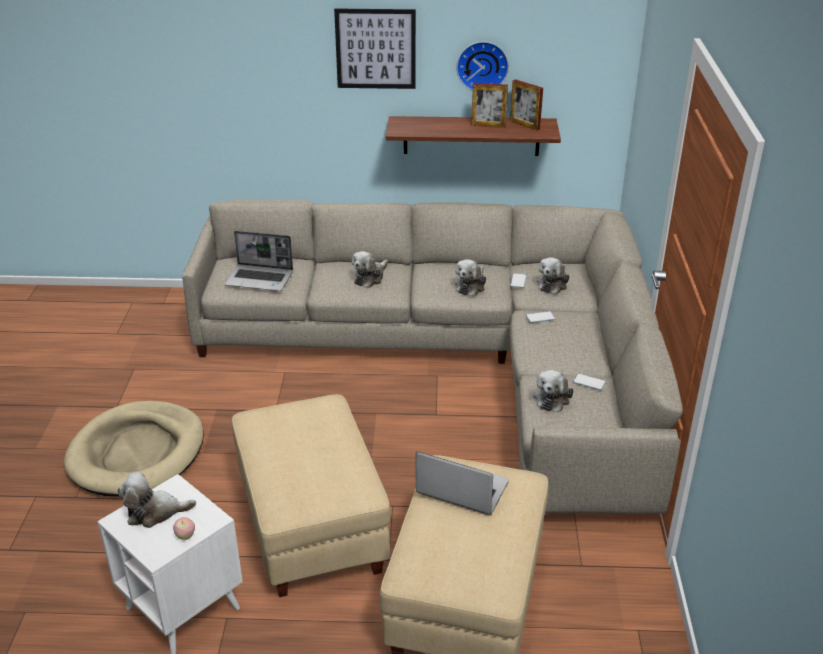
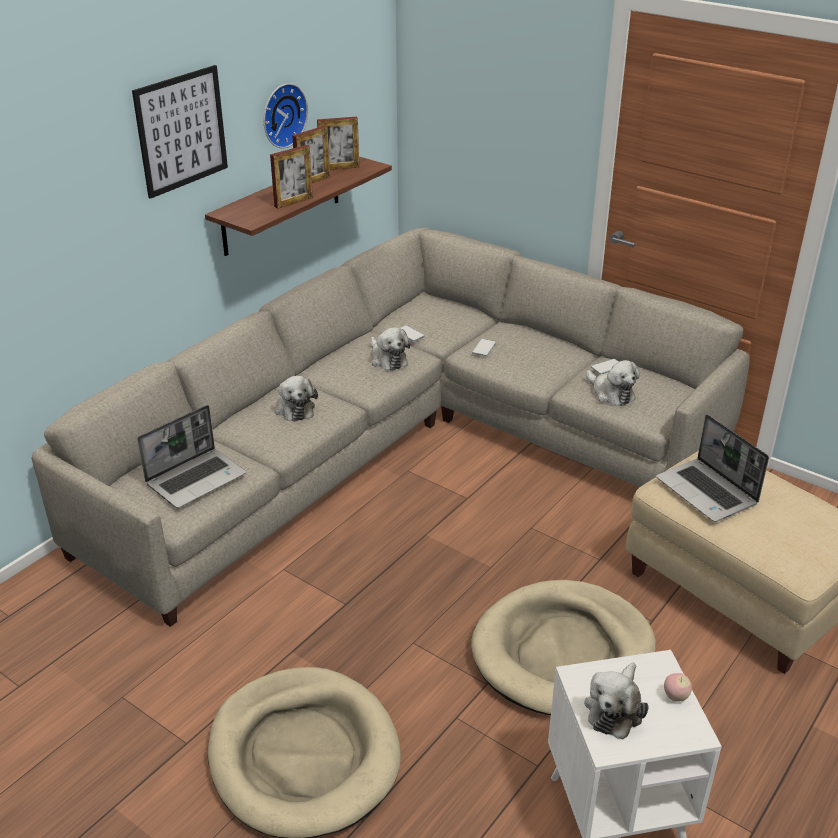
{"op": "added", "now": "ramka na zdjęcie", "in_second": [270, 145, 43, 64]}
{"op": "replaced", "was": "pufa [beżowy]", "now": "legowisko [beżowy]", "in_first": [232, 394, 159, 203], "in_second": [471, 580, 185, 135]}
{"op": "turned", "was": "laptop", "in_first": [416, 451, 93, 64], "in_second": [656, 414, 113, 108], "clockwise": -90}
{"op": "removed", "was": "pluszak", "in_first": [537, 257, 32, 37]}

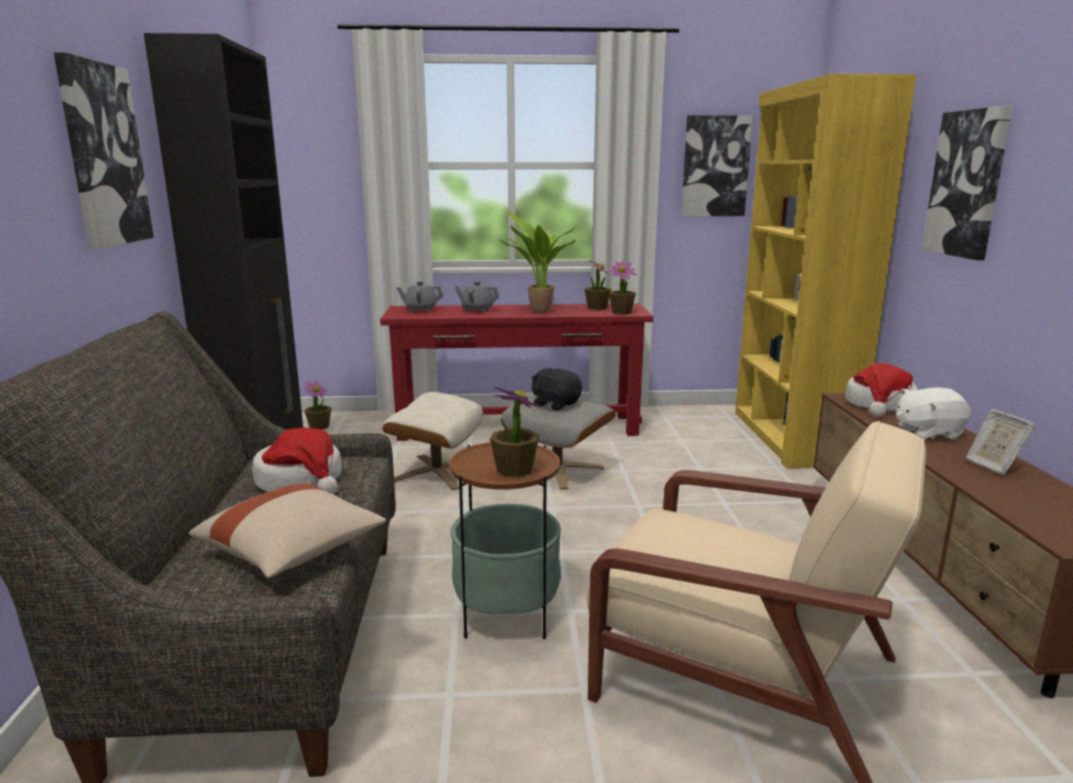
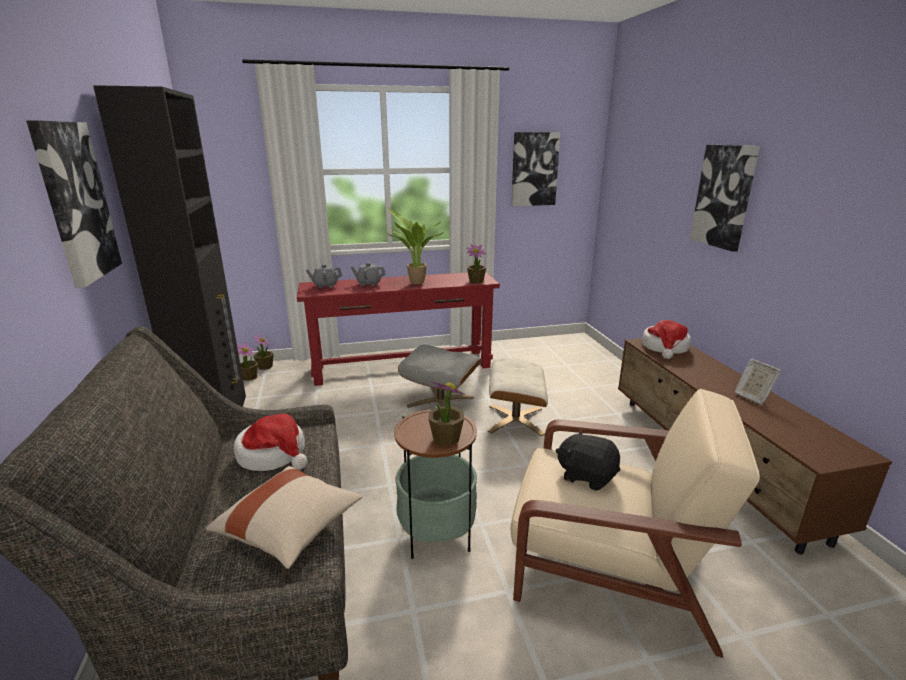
{"op": "moved", "was": "roślina doniczkowa", "in_first": [584, 259, 27, 51], "in_second": [253, 334, 21, 36]}
{"op": "moved", "was": "pufa [beżowy]", "in_first": [382, 392, 101, 98], "in_second": [487, 357, 61, 79]}
{"op": "moved", "was": "pluszak [czarny]", "in_first": [531, 368, 51, 42], "in_second": [555, 430, 65, 61]}
{"op": "removed", "was": "regał [żółty]", "in_first": [735, 74, 182, 394]}
{"op": "removed", "was": "pluszak [biały]", "in_first": [896, 387, 75, 54]}

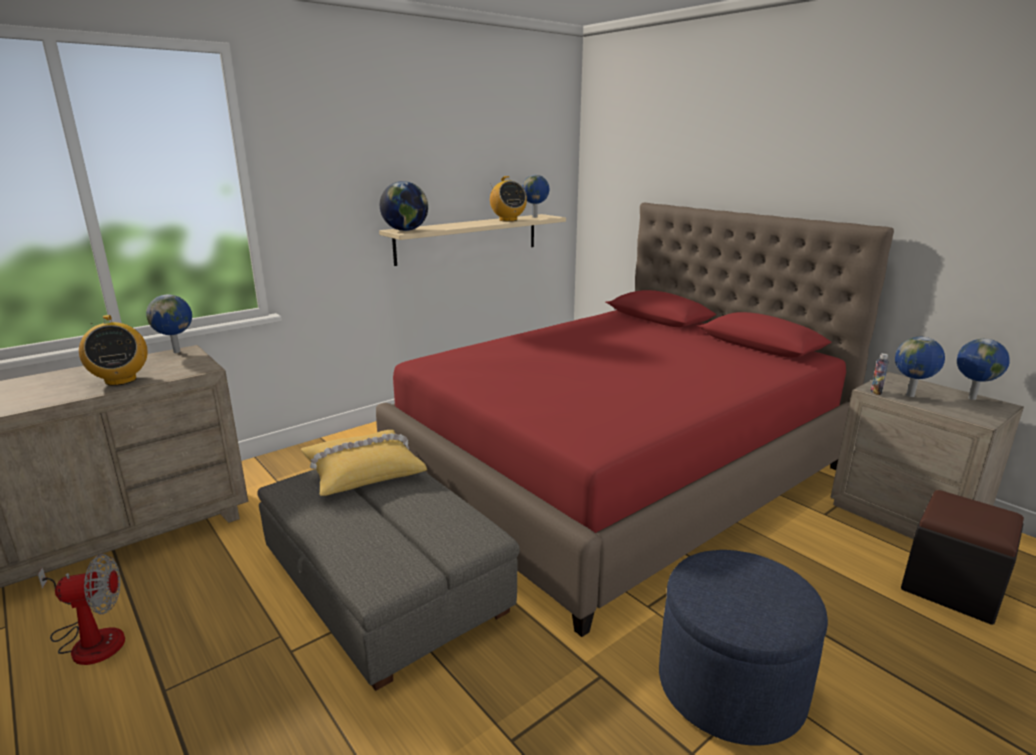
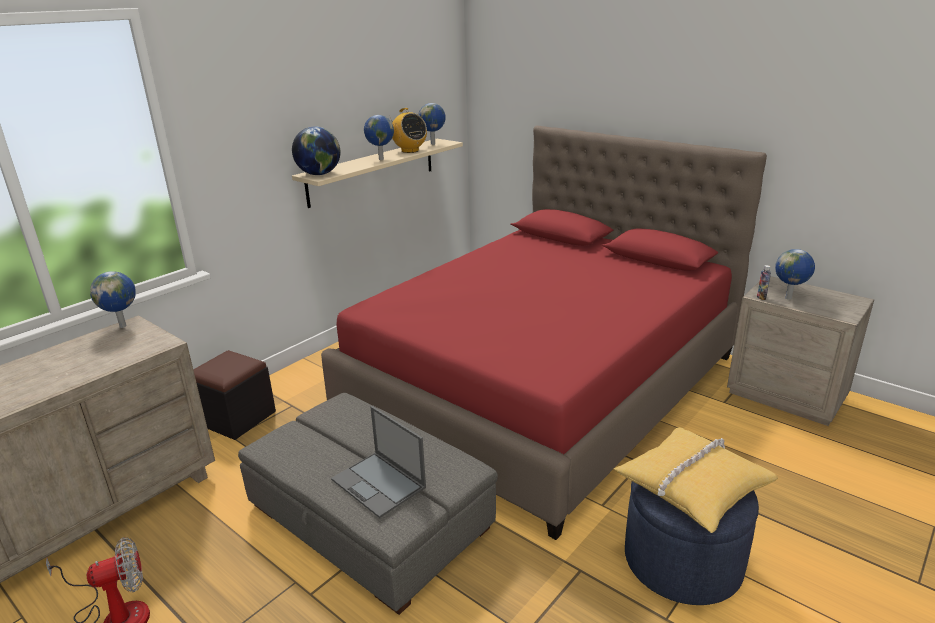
{"op": "moved", "was": "pufa [czarny]", "in_first": [901, 490, 123, 135], "in_second": [193, 350, 83, 90]}
{"op": "added", "now": "laptop", "in_second": [331, 406, 95, 112]}
{"op": "moved", "was": "globus", "in_first": [957, 339, 53, 61], "in_second": [364, 115, 30, 45]}
{"op": "moved", "was": "poduszka [żółty]", "in_first": [301, 430, 126, 66], "in_second": [614, 427, 164, 106]}
{"op": "removed", "was": "radio", "in_first": [79, 315, 69, 71]}

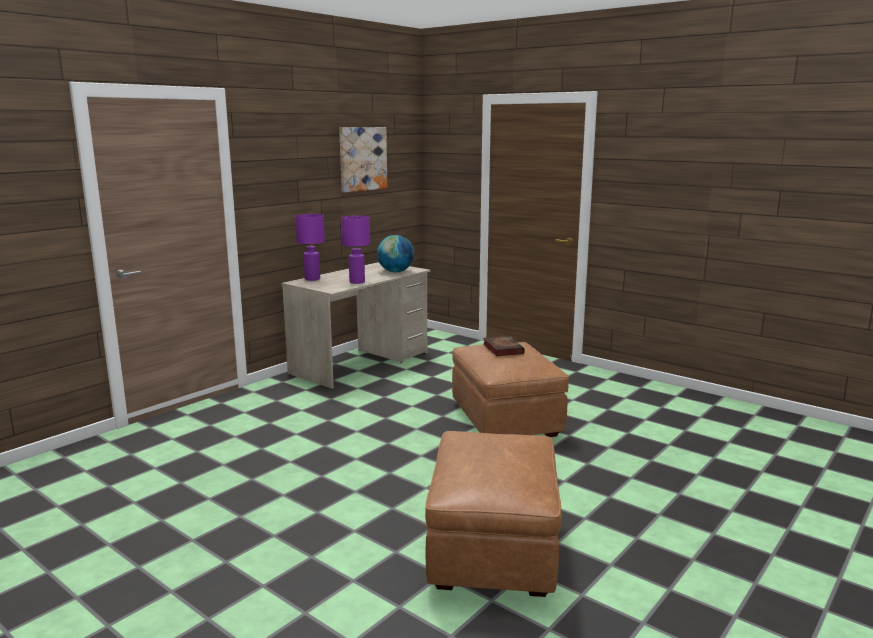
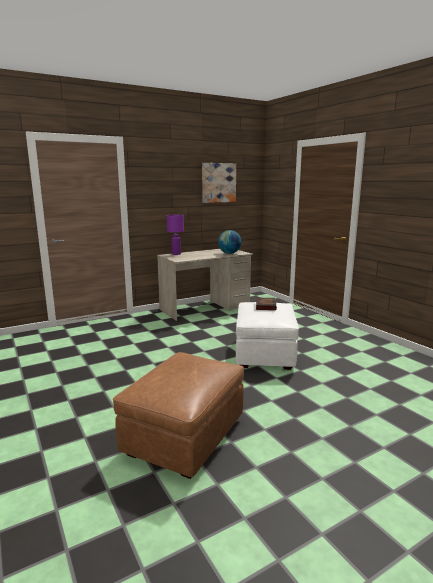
{"op": "recoloured", "was": "pufa [brązowy]", "now": "pufa [biały]", "in_first": [452, 342, 117, 95], "in_second": [236, 302, 63, 68]}
{"op": "removed", "was": "lampa stołowa [fioletowy]", "in_first": [341, 215, 29, 69]}

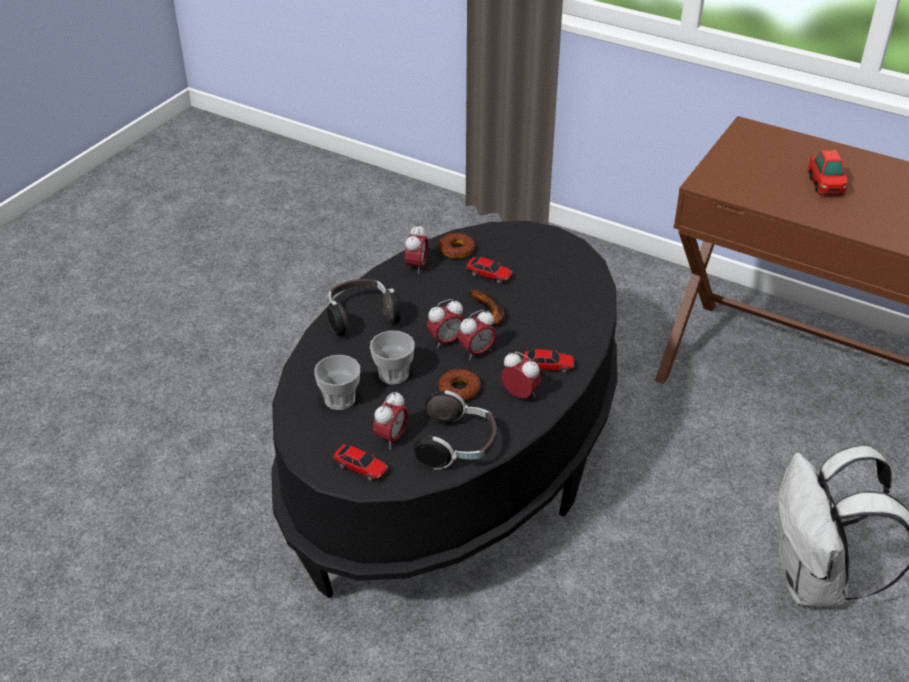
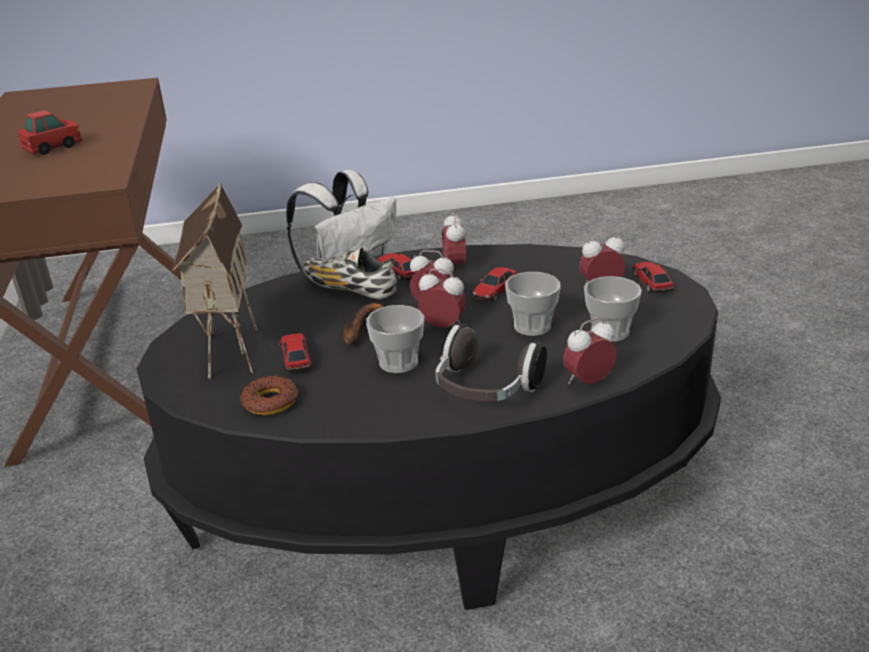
{"op": "added", "now": "domek", "in_second": [172, 182, 86, 197]}
{"op": "added", "now": "but", "in_second": [302, 248, 95, 51]}
{"op": "added", "now": "filiżanka", "in_second": [366, 305, 58, 68]}
{"op": "replaced", "was": "donut", "now": "samochodzik", "in_first": [438, 369, 43, 32], "in_second": [472, 267, 45, 35]}
{"op": "moved", "was": "budzik", "in_first": [405, 224, 23, 50], "in_second": [563, 318, 54, 66]}
{"op": "removed", "was": "słuchawki", "in_first": [414, 390, 83, 80]}

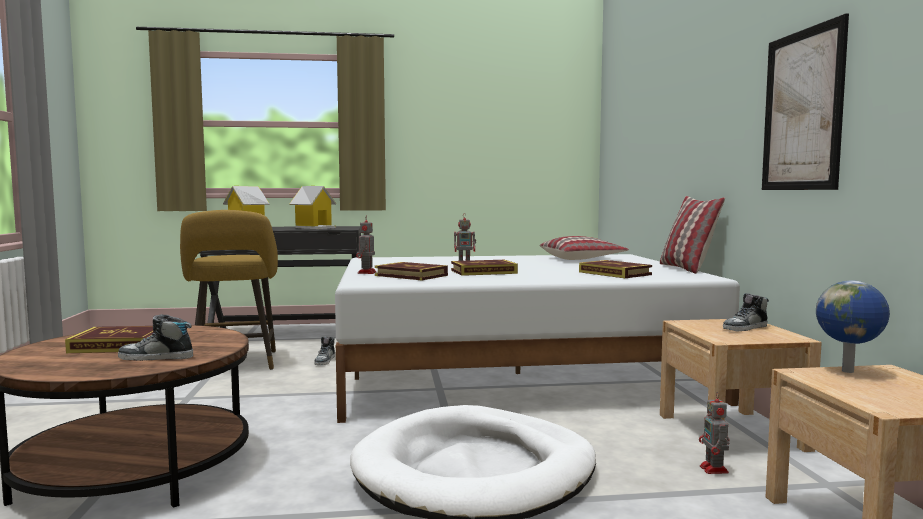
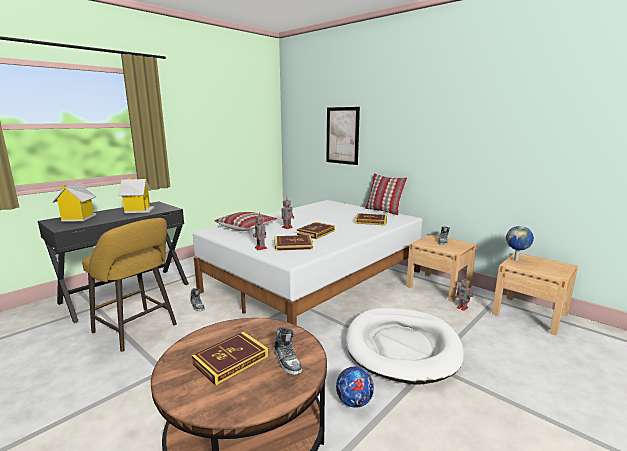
{"op": "moved", "was": "poduszka", "in_first": [540, 236, 89, 24], "in_second": [214, 212, 63, 19]}
{"op": "turned", "was": "but", "in_first": [118, 314, 75, 47], "in_second": [274, 327, 28, 48], "clockwise": -75}
{"op": "moved", "was": "obraz", "in_first": [762, 13, 87, 177], "in_second": [326, 107, 34, 58]}
{"op": "added", "now": "piłka futbolowa", "in_second": [336, 367, 38, 41]}

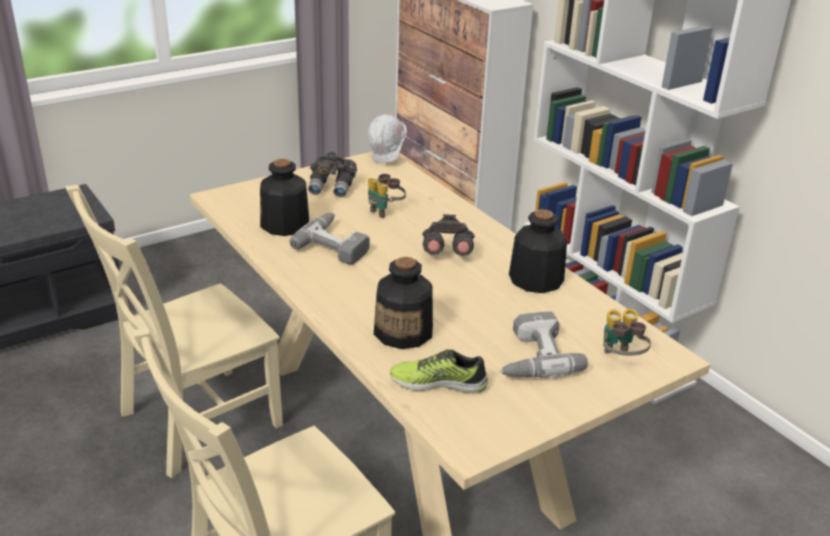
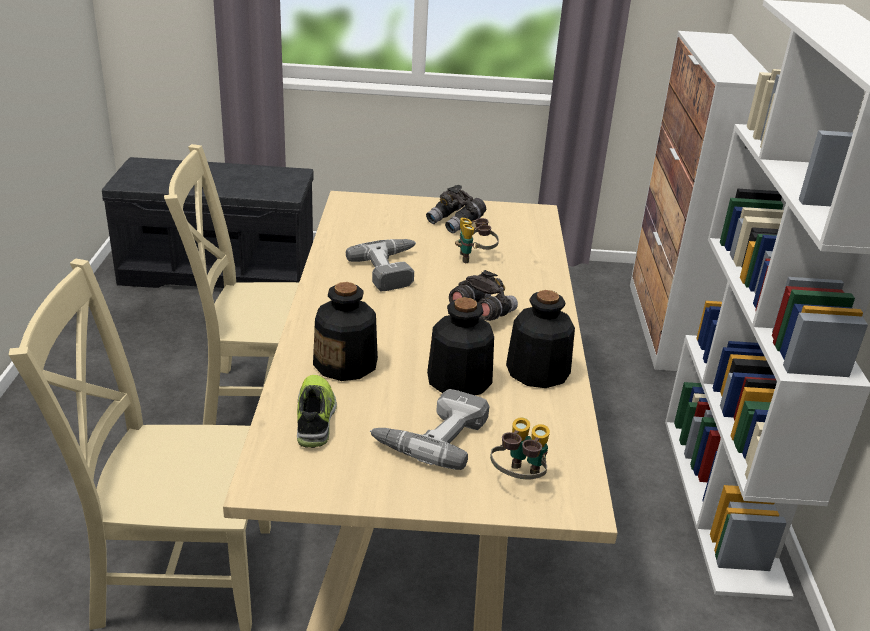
{"op": "turned", "was": "but", "in_first": [390, 349, 98, 44], "in_second": [297, 375, 40, 73], "clockwise": 45}
{"op": "moved", "was": "butelka", "in_first": [260, 159, 49, 77], "in_second": [427, 297, 67, 98]}
{"op": "removed", "was": "kask [biały]", "in_first": [368, 115, 39, 48]}

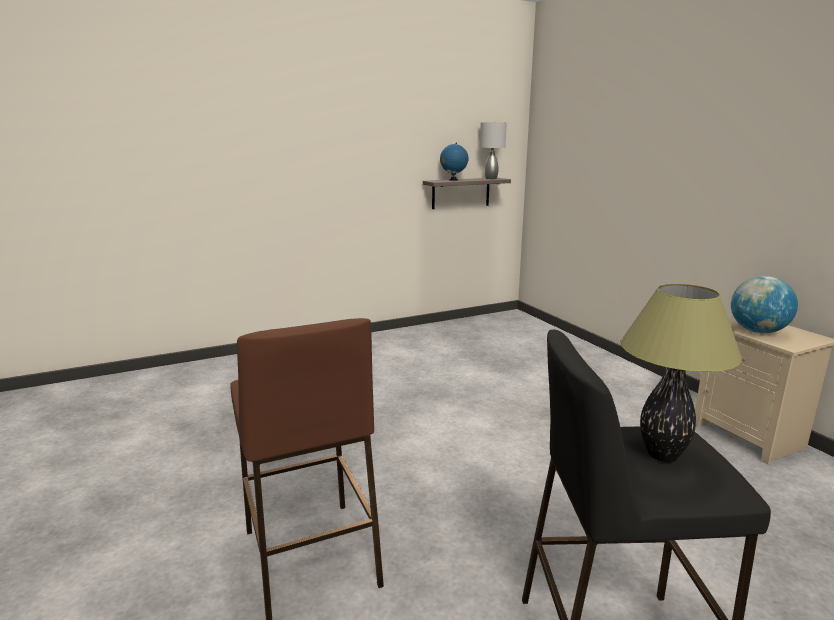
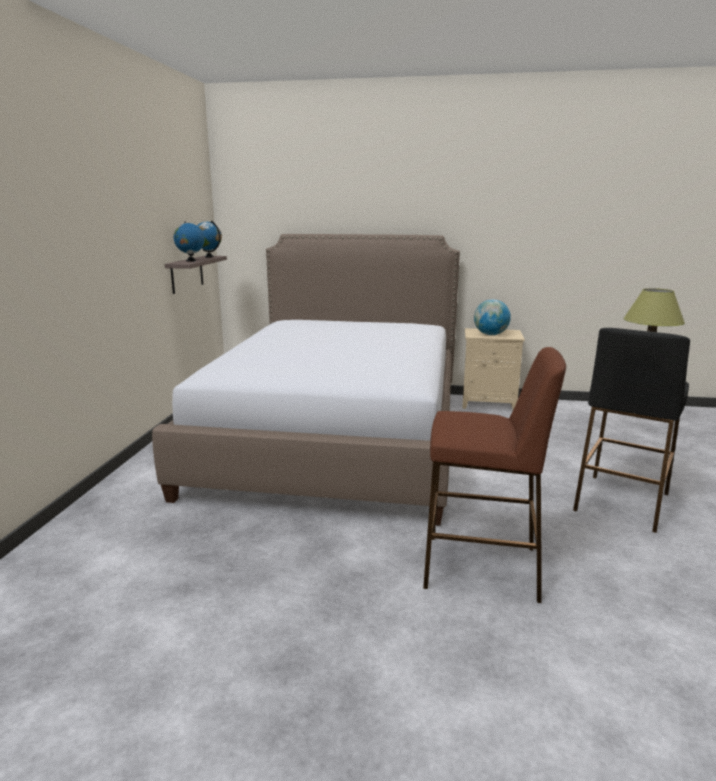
{"op": "added", "now": "łóżko", "in_second": [152, 234, 308, 292]}
{"op": "replaced", "was": "lampa stołowa [szary]", "now": "globus", "in_first": [480, 121, 27, 58], "in_second": [197, 220, 25, 37]}

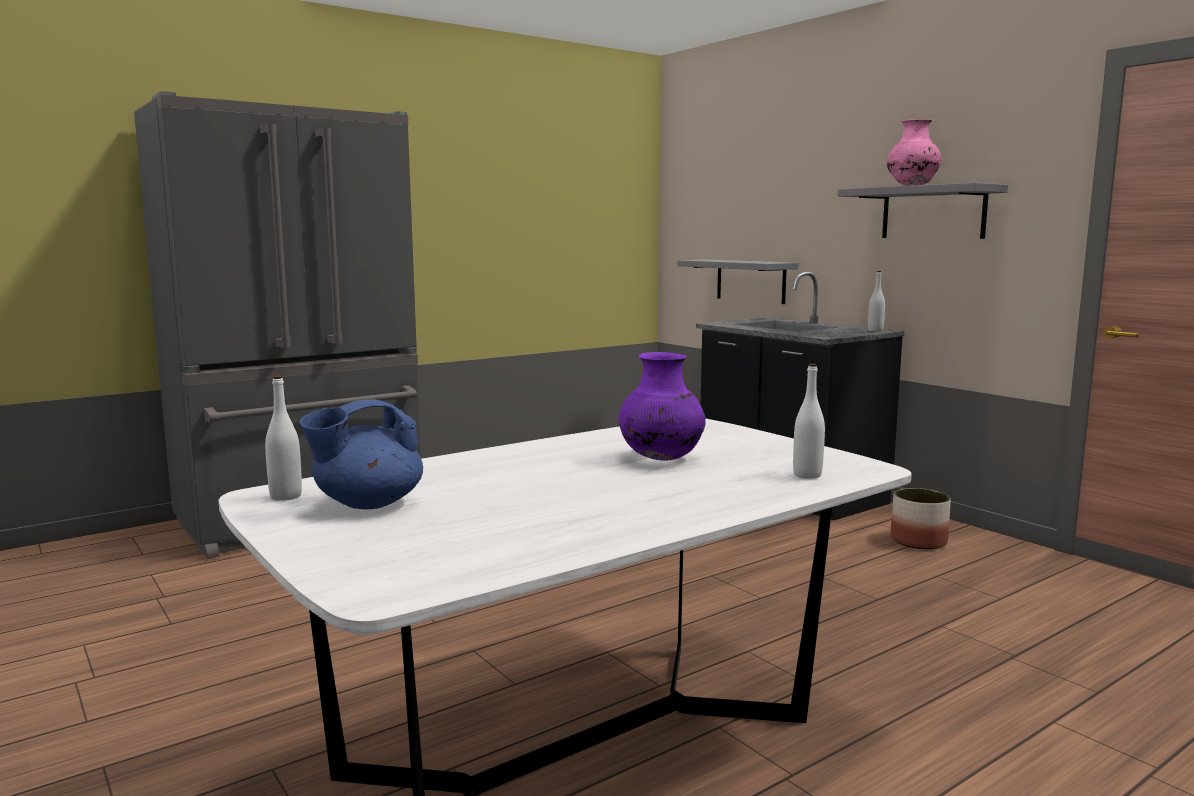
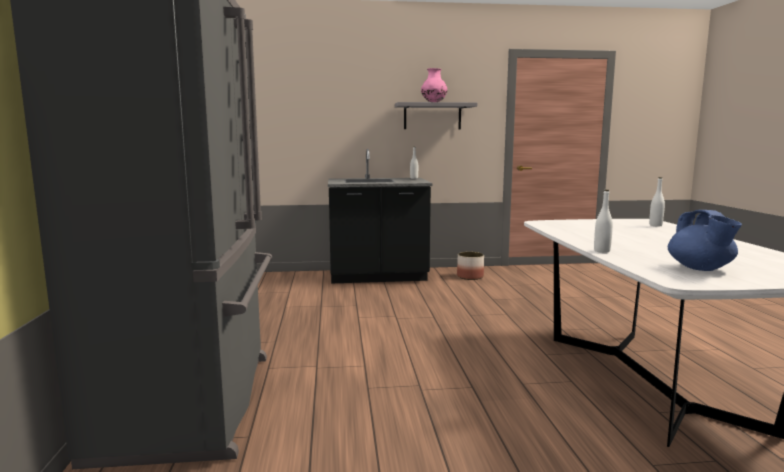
{"op": "moved", "was": "butelka [biały]", "in_first": [265, 376, 37, 125], "in_second": [594, 190, 19, 63]}
{"op": "removed", "was": "wazon [fioletowy]", "in_first": [618, 352, 88, 109]}
{"op": "removed", "was": "półka [szary]", "in_first": [677, 259, 122, 45]}

